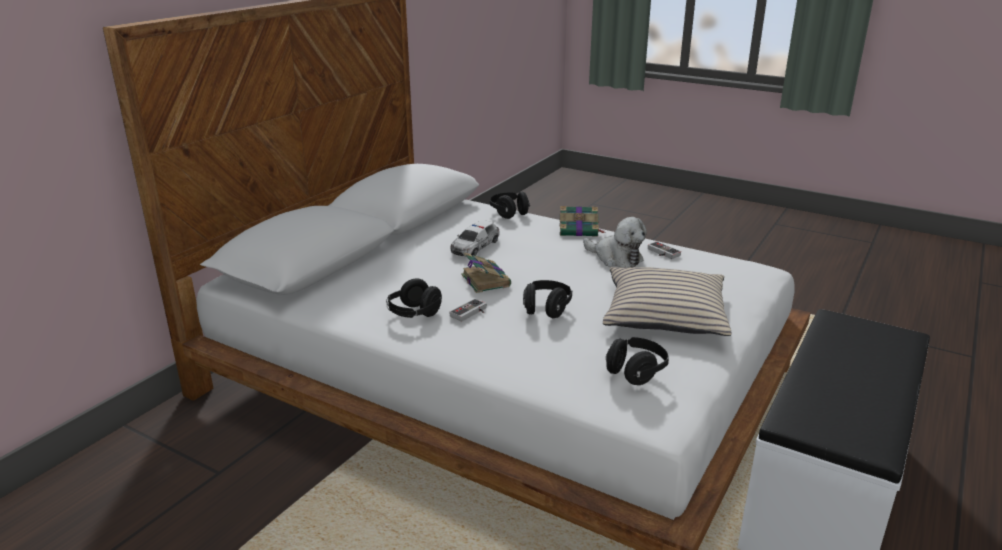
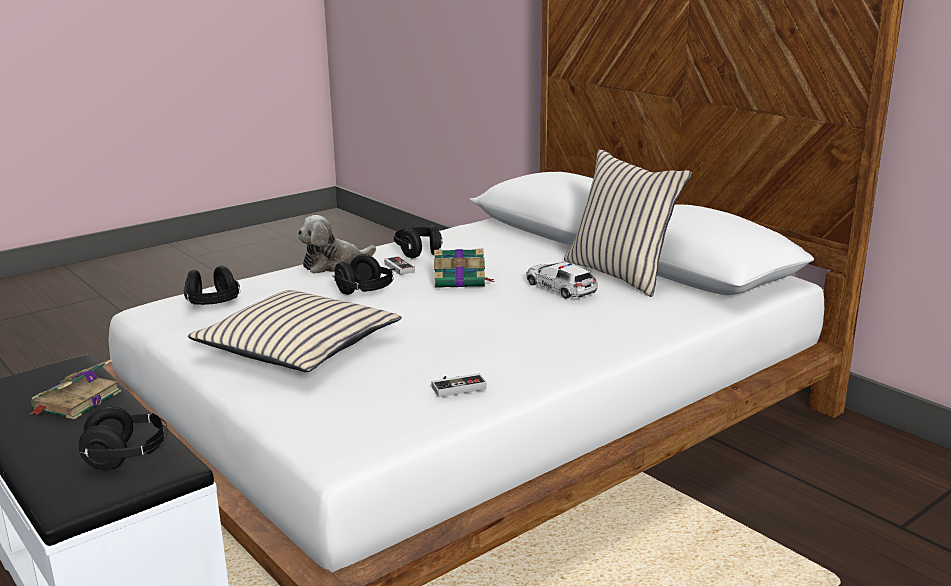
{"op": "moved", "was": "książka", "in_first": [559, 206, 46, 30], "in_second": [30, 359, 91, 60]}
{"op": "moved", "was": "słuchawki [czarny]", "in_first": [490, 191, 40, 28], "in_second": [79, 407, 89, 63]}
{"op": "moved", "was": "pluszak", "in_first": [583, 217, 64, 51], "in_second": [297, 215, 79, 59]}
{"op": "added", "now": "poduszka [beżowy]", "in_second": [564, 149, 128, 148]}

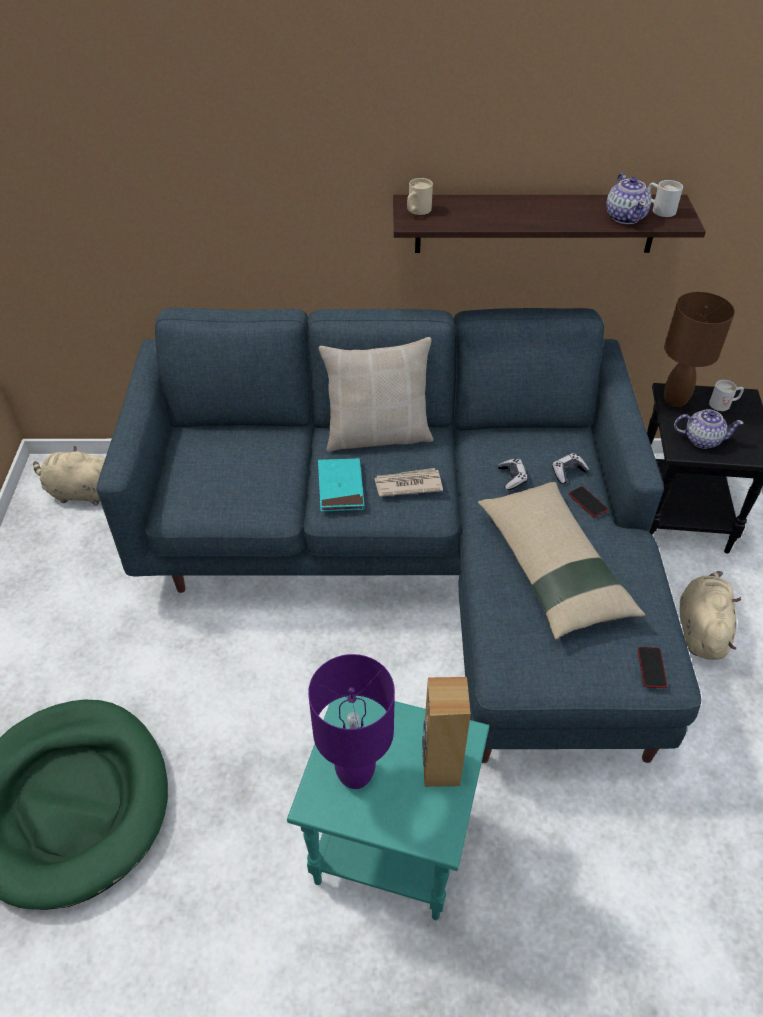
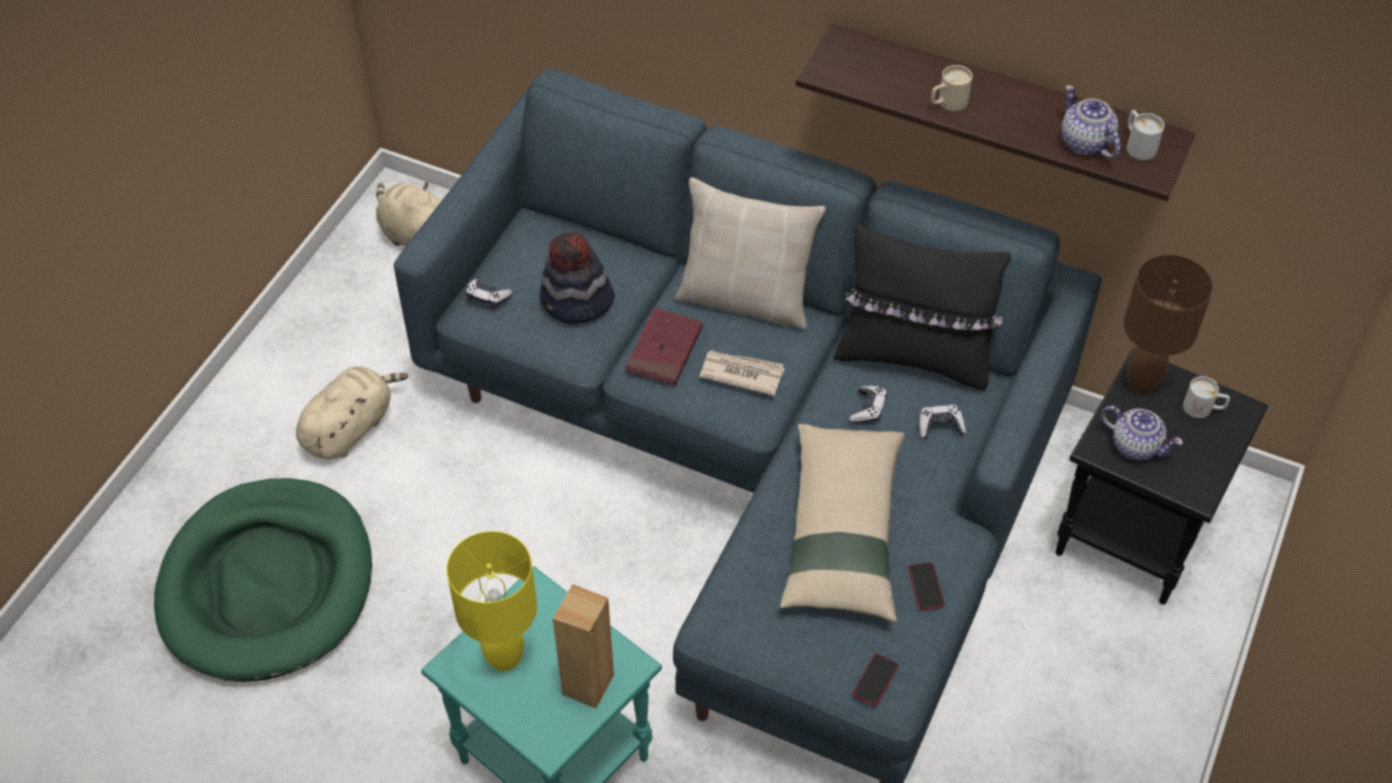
{"op": "moved", "was": "pluszak [beżowy]", "in_first": [680, 571, 61, 89], "in_second": [296, 366, 112, 93]}
{"op": "recoloured", "was": "lampa stołowa [fioletowy]", "now": "lampa stołowa [żółty]", "in_first": [308, 654, 87, 135], "in_second": [446, 531, 91, 140]}
{"op": "added", "now": "pad do gier", "in_second": [466, 279, 46, 30]}
{"op": "added", "now": "kapelusz", "in_second": [540, 232, 75, 92]}
{"op": "recoloured", "was": "książka [turkusowy]", "now": "książka [czerwony]", "in_first": [318, 458, 47, 54], "in_second": [626, 308, 77, 78]}
{"op": "added", "now": "poduszka [czarny]", "in_second": [833, 224, 178, 167]}
{"op": "moved", "was": "telefon", "in_first": [569, 486, 39, 31], "in_second": [909, 562, 35, 48]}
{"op": "moved", "was": "kubek [beżowy]", "in_first": [407, 178, 26, 37], "in_second": [931, 65, 42, 46]}
{"op": "turned", "was": "imbryk", "in_first": [606, 173, 45, 51], "in_second": [1061, 85, 60, 73], "clockwise": 135}

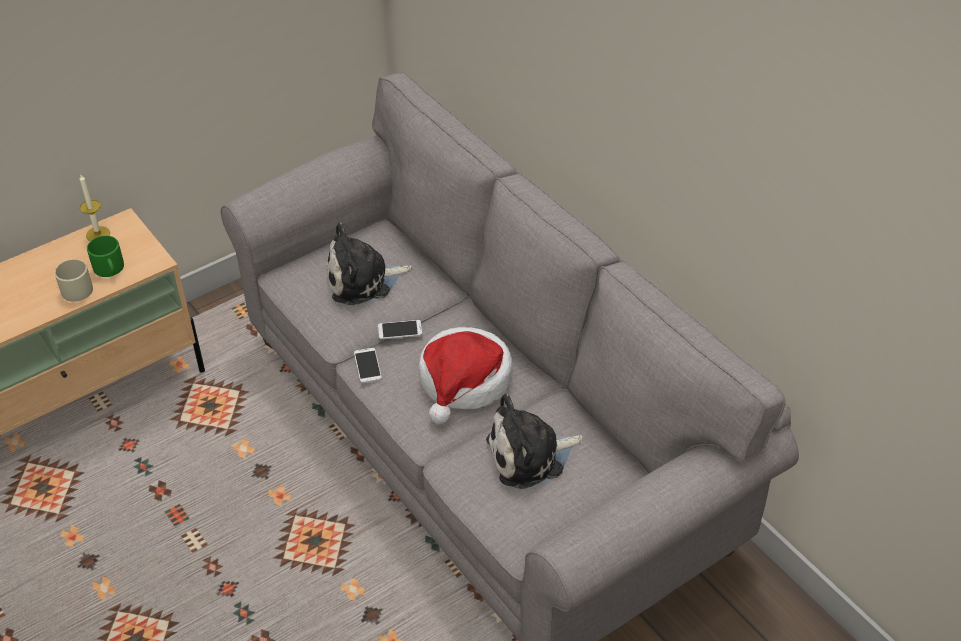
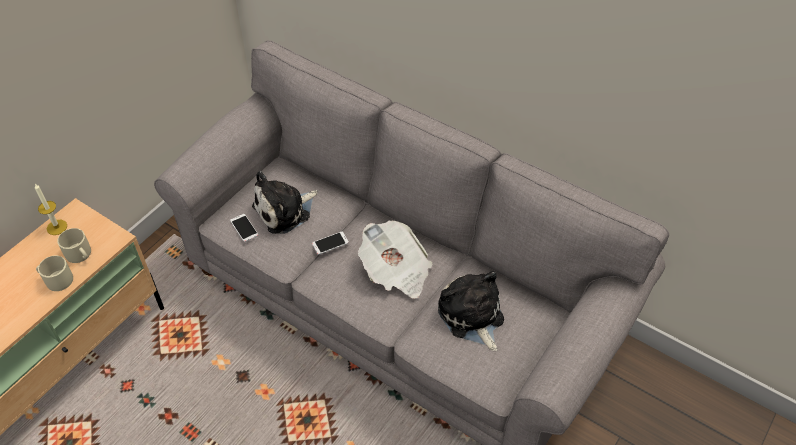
{"op": "recoloured", "was": "kubek [zielony]", "now": "kubek [beżowy]", "in_first": [87, 236, 37, 41], "in_second": [57, 228, 34, 35]}
{"op": "moved", "was": "telefon", "in_first": [354, 348, 28, 35], "in_second": [230, 214, 28, 28]}
{"op": "replaced", "was": "kapelusz", "now": "gazeta", "in_first": [418, 327, 95, 98], "in_second": [358, 221, 75, 78]}
{"op": "turned", "was": "pluszak", "in_first": [486, 394, 97, 95], "in_second": [438, 271, 66, 80], "clockwise": 105}

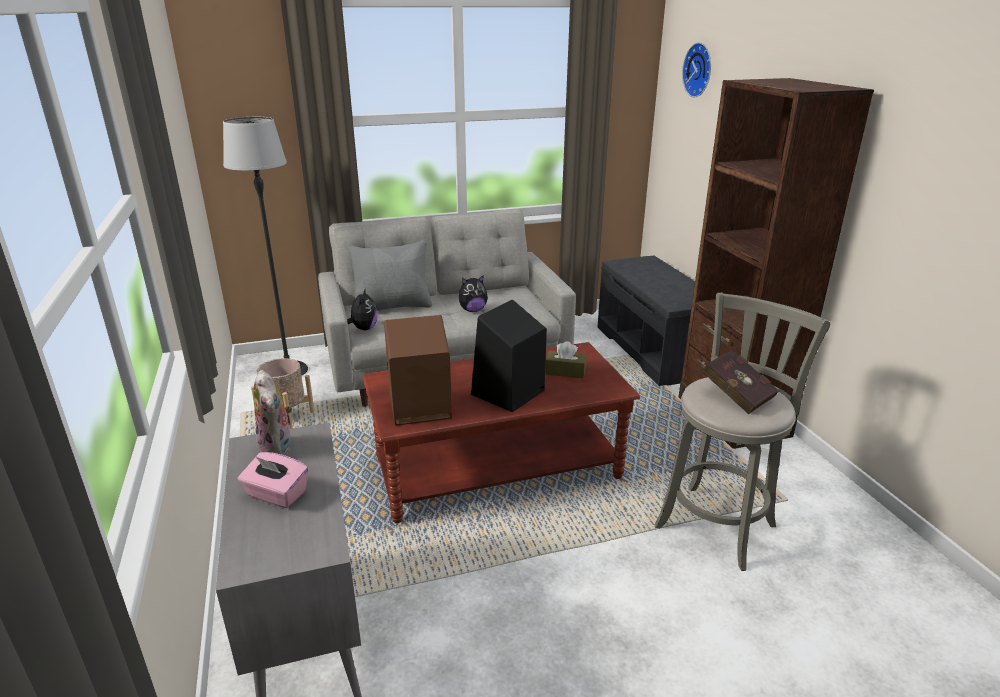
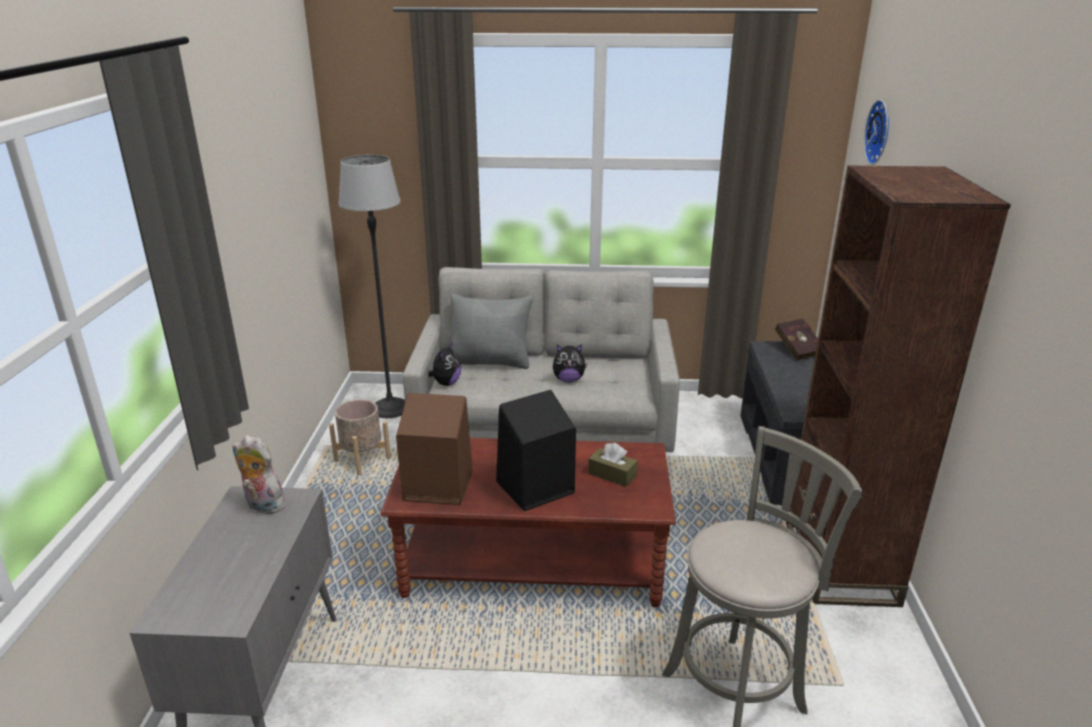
{"op": "turned", "was": "pluszak", "in_first": [253, 370, 39, 85], "in_second": [232, 435, 53, 79], "clockwise": 120}
{"op": "moved", "was": "książka [czerwony]", "in_first": [702, 350, 77, 64], "in_second": [775, 319, 43, 41]}
{"op": "removed", "was": "pudełko chusteczek [różowy]", "in_first": [238, 452, 71, 56]}

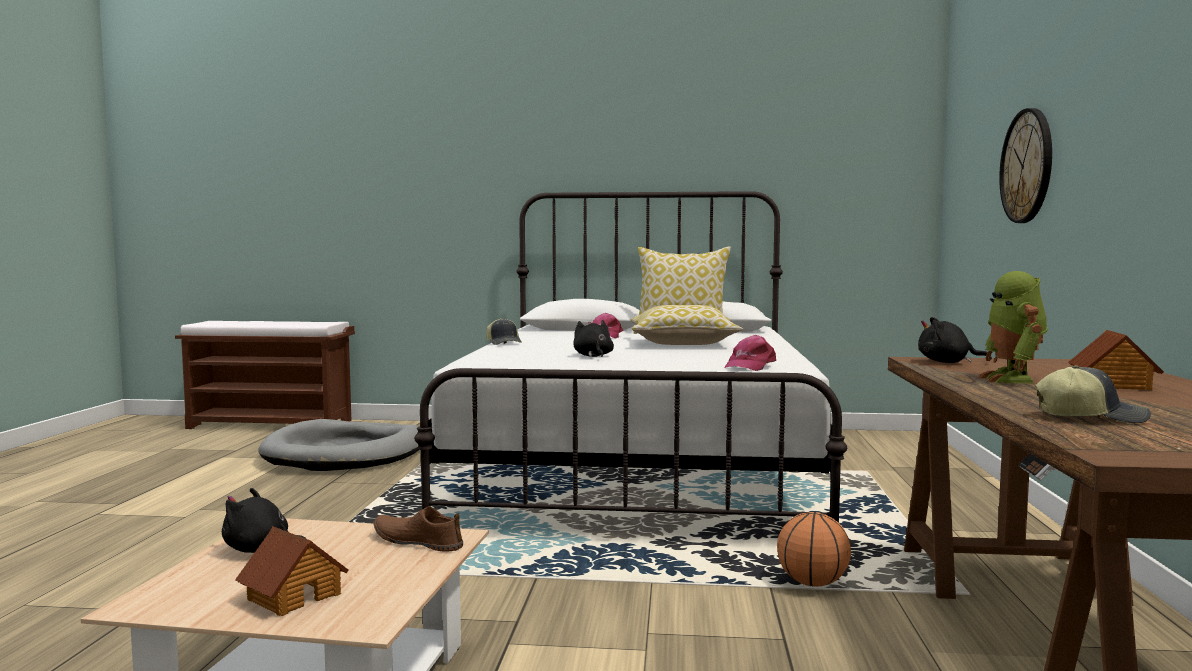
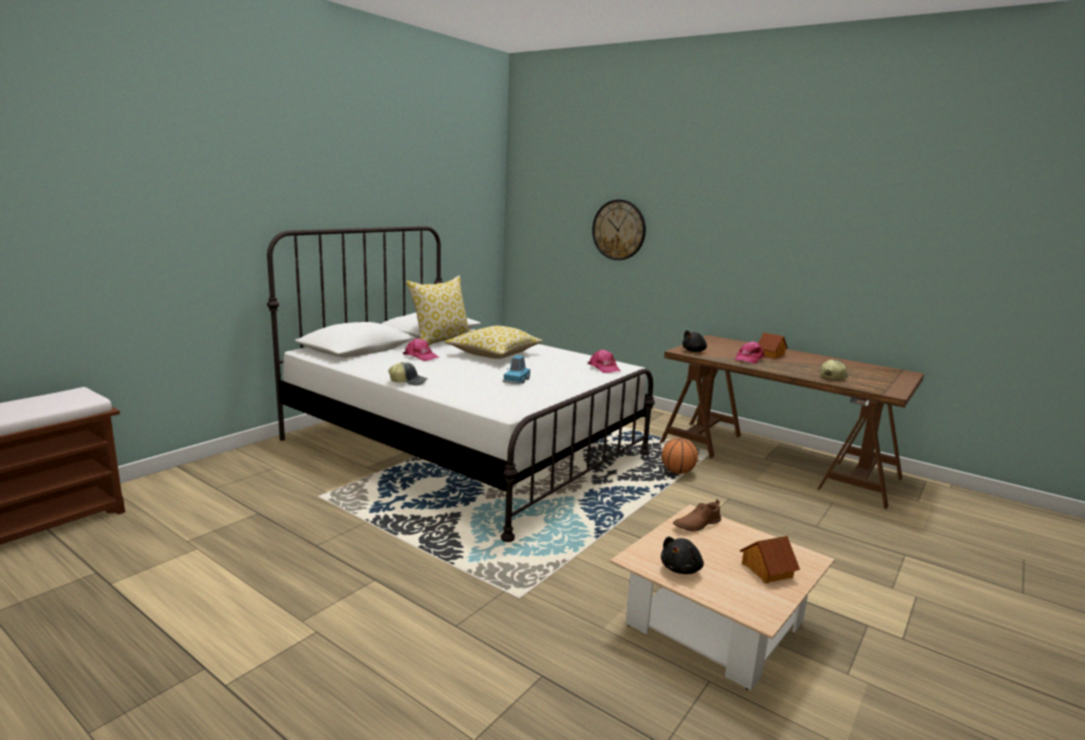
{"op": "replaced", "was": "pluszak [czarny]", "now": "samochodzik [niebieski]", "in_first": [574, 320, 40, 37], "in_second": [503, 355, 27, 29]}
{"op": "replaced", "was": "robot zabawkowy", "now": "czapka z daszkiem [różowy]", "in_first": [978, 271, 69, 112], "in_second": [735, 341, 30, 23]}
{"op": "removed", "was": "legowisko [szary]", "in_first": [258, 419, 161, 52]}

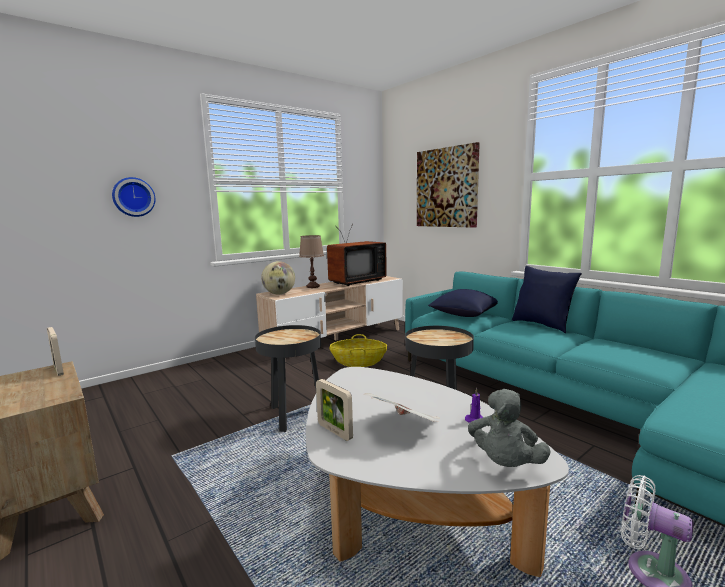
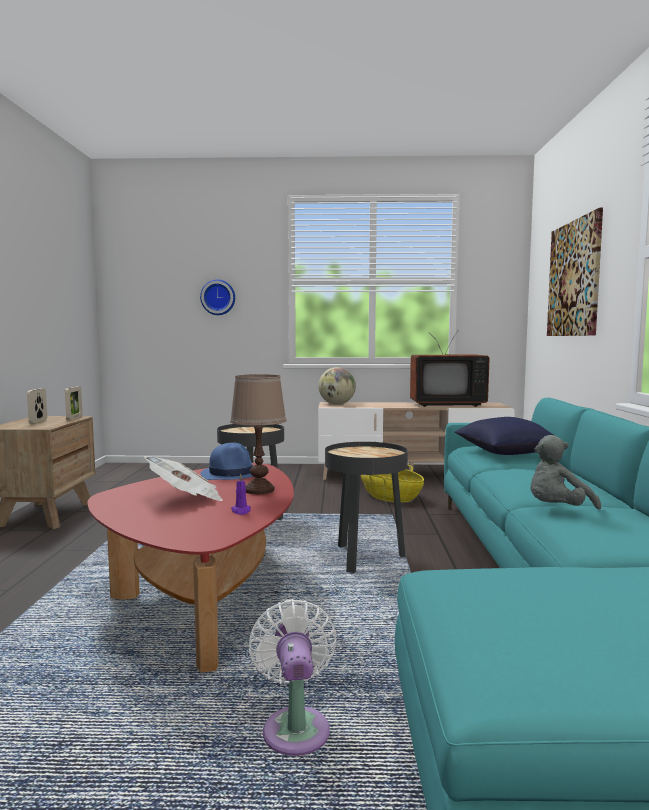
{"op": "moved", "was": "ramka na zdjęcie", "in_first": [316, 379, 37, 62], "in_second": [27, 388, 20, 36]}
{"op": "recoloured", "was": "ława [biały]", "now": "ława [czerwony]", "in_first": [306, 367, 263, 210], "in_second": [87, 463, 207, 210]}
{"op": "added", "now": "kapelusz [niebieski]", "in_second": [200, 443, 54, 37]}
{"op": "moved", "was": "lampa stołowa [brązowy]", "in_first": [299, 235, 25, 53], "in_second": [230, 374, 56, 120]}
{"op": "moved", "was": "pluszak [szary]", "in_first": [468, 389, 83, 78], "in_second": [531, 435, 70, 74]}
{"op": "removed", "was": "poduszka [niebieski]", "in_first": [512, 266, 70, 67]}

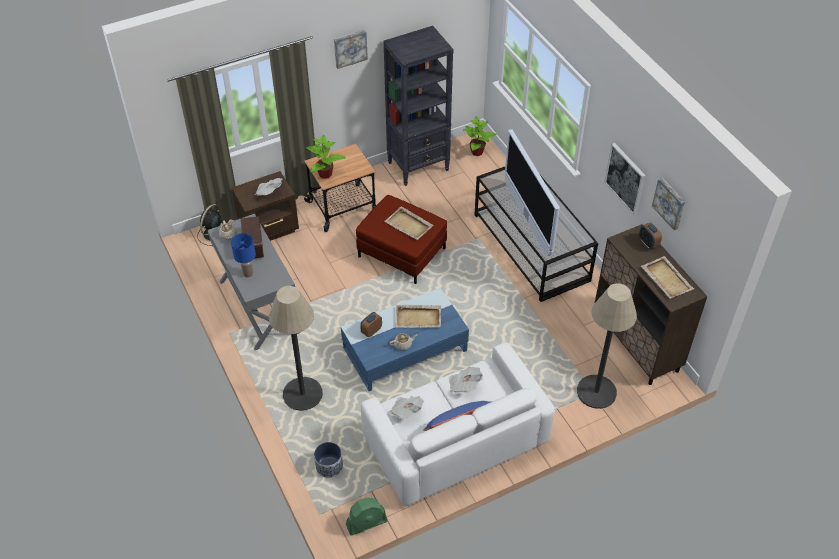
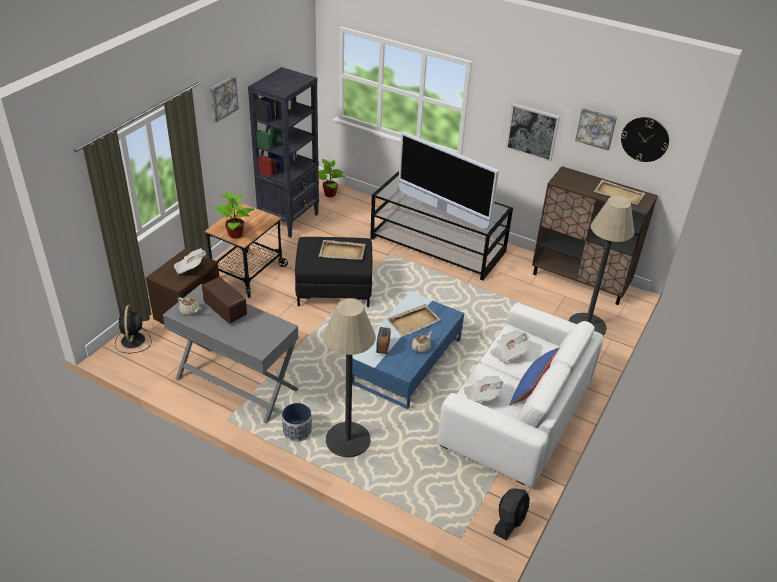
{"op": "moved", "was": "donica", "in_first": [314, 442, 29, 36], "in_second": [282, 403, 30, 39]}
{"op": "recoloured", "was": "pufa [czerwony]", "now": "pufa [czarny]", "in_first": [356, 195, 91, 89], "in_second": [295, 237, 77, 70]}
{"op": "recoloured", "was": "wentylator [zielony]", "now": "wentylator [czarny]", "in_first": [346, 498, 41, 38], "in_second": [493, 488, 37, 52]}
{"op": "added", "now": "zegar ścienny", "in_second": [621, 117, 48, 45]}
{"op": "removed", "was": "lampa stołowa [niebieski]", "in_first": [231, 233, 25, 45]}
{"op": "removed", "was": "budzik", "in_first": [639, 222, 23, 27]}

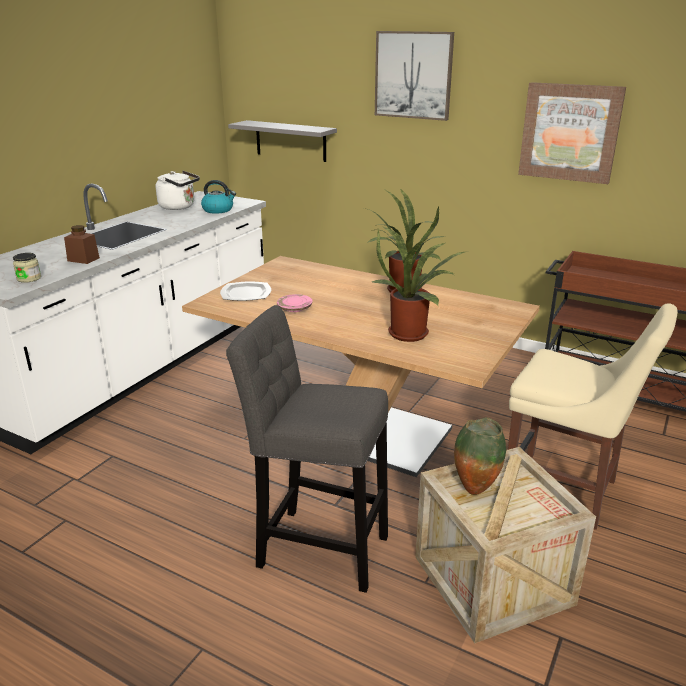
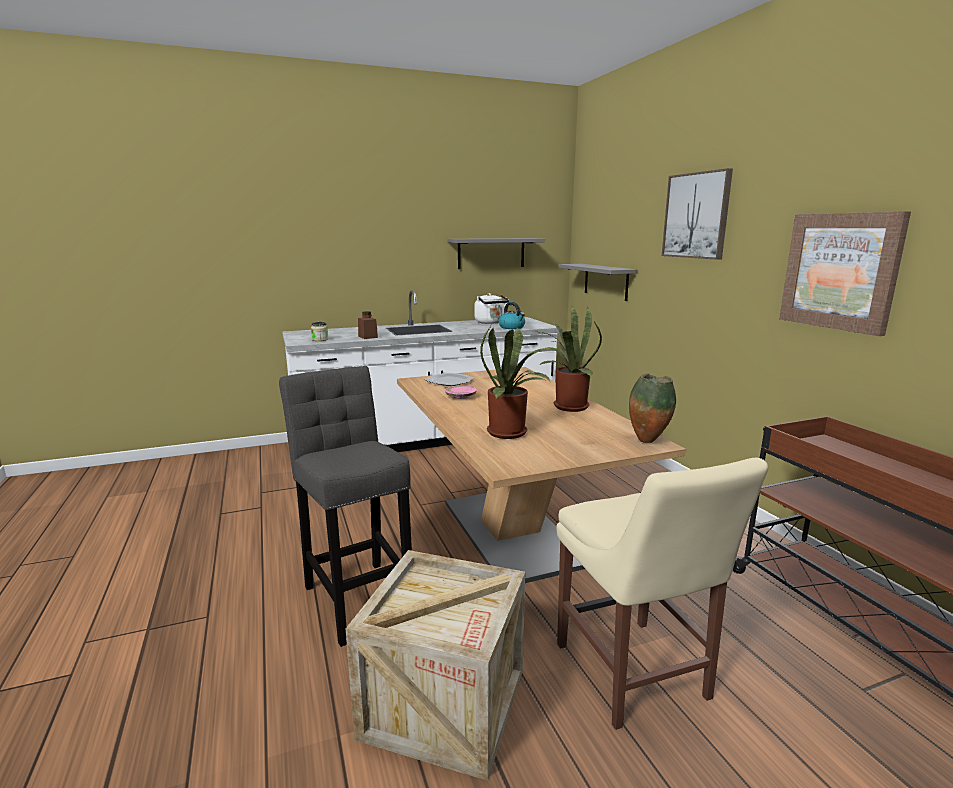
{"op": "added", "now": "półka [szary]", "in_second": [447, 238, 98, 31]}
{"op": "moved", "was": "wazon", "in_first": [454, 417, 52, 78], "in_second": [629, 373, 47, 70]}

